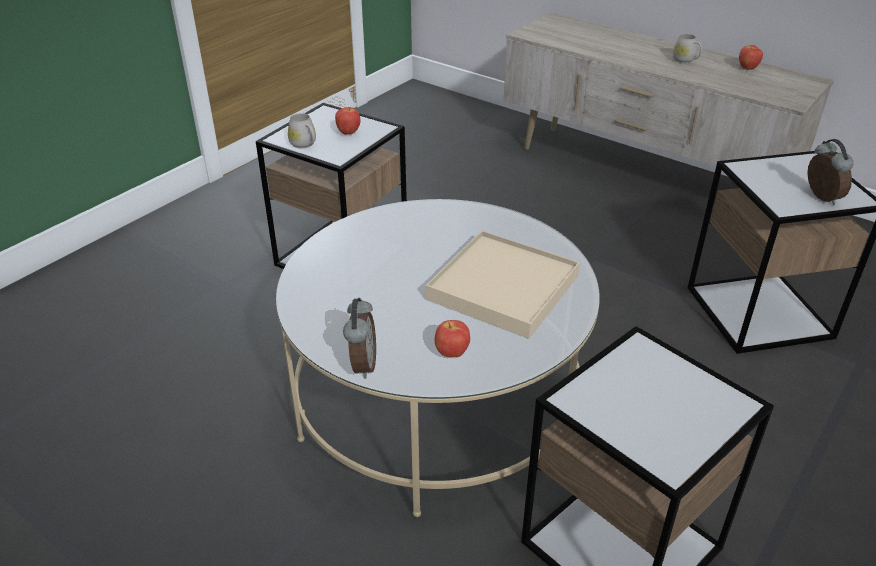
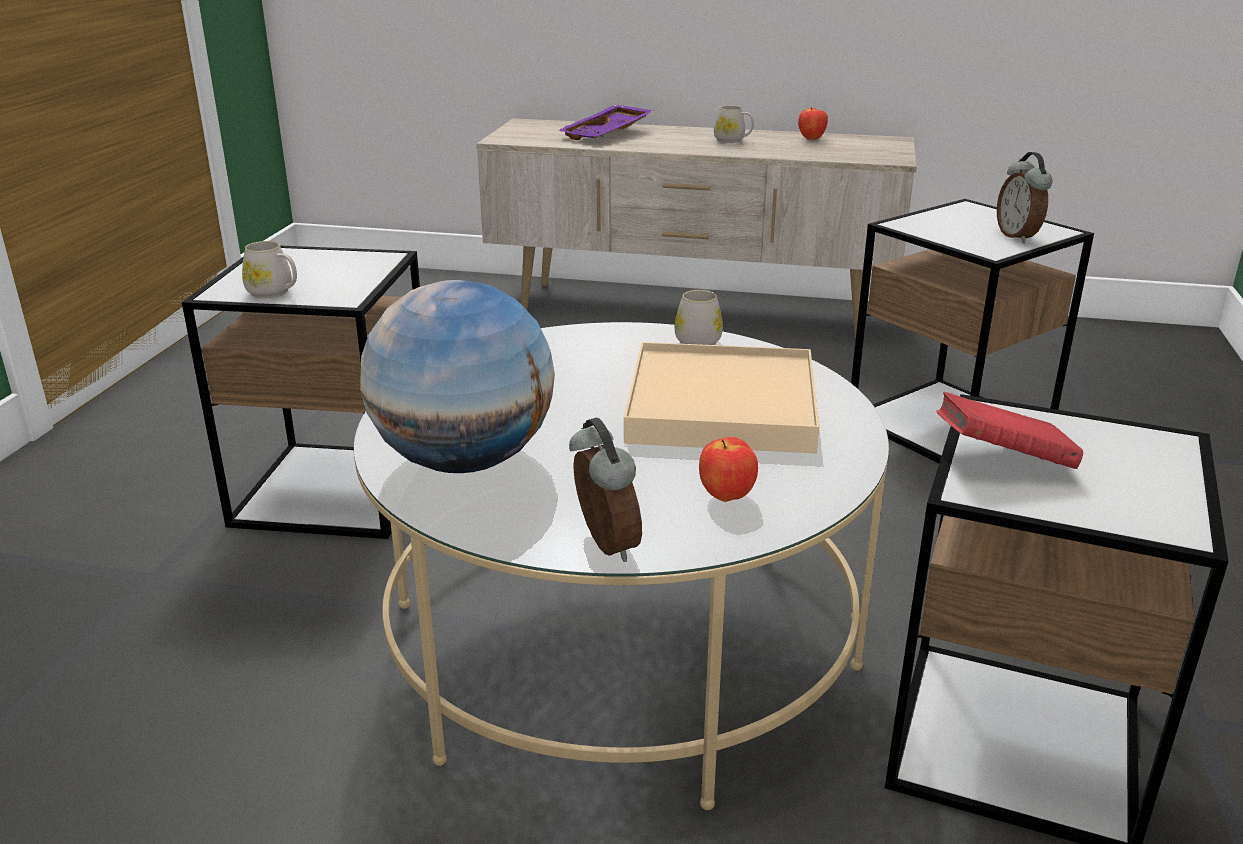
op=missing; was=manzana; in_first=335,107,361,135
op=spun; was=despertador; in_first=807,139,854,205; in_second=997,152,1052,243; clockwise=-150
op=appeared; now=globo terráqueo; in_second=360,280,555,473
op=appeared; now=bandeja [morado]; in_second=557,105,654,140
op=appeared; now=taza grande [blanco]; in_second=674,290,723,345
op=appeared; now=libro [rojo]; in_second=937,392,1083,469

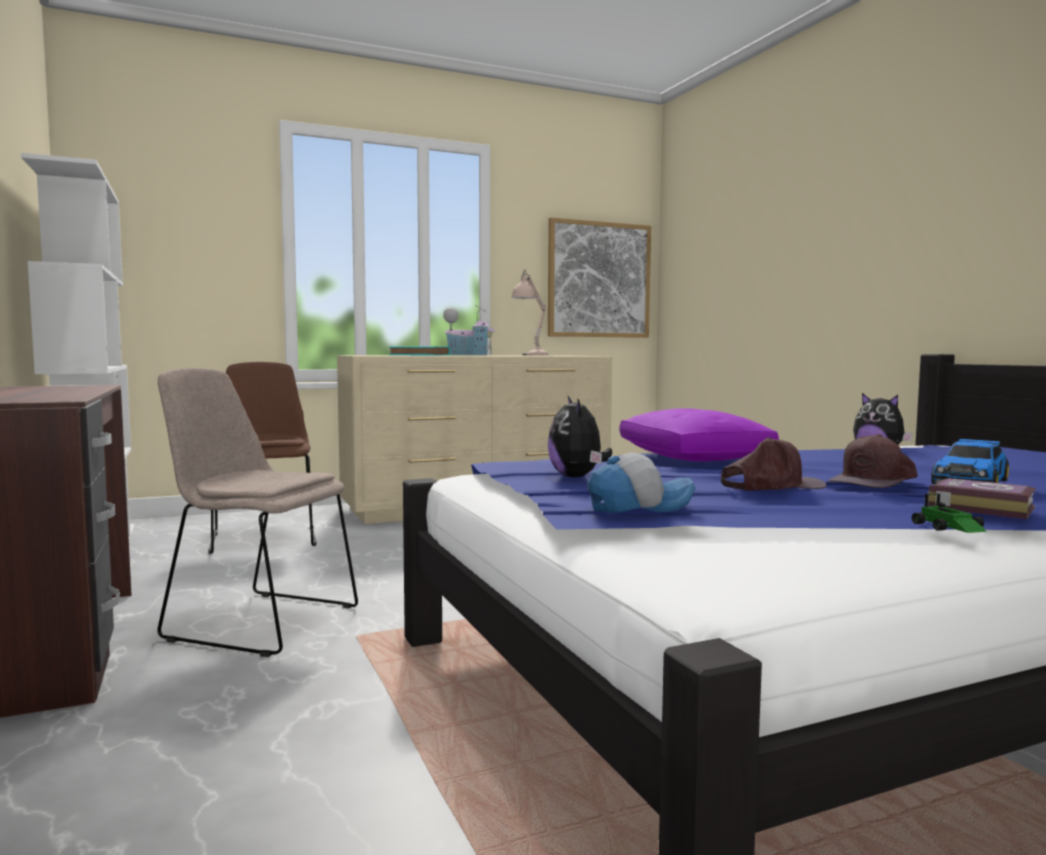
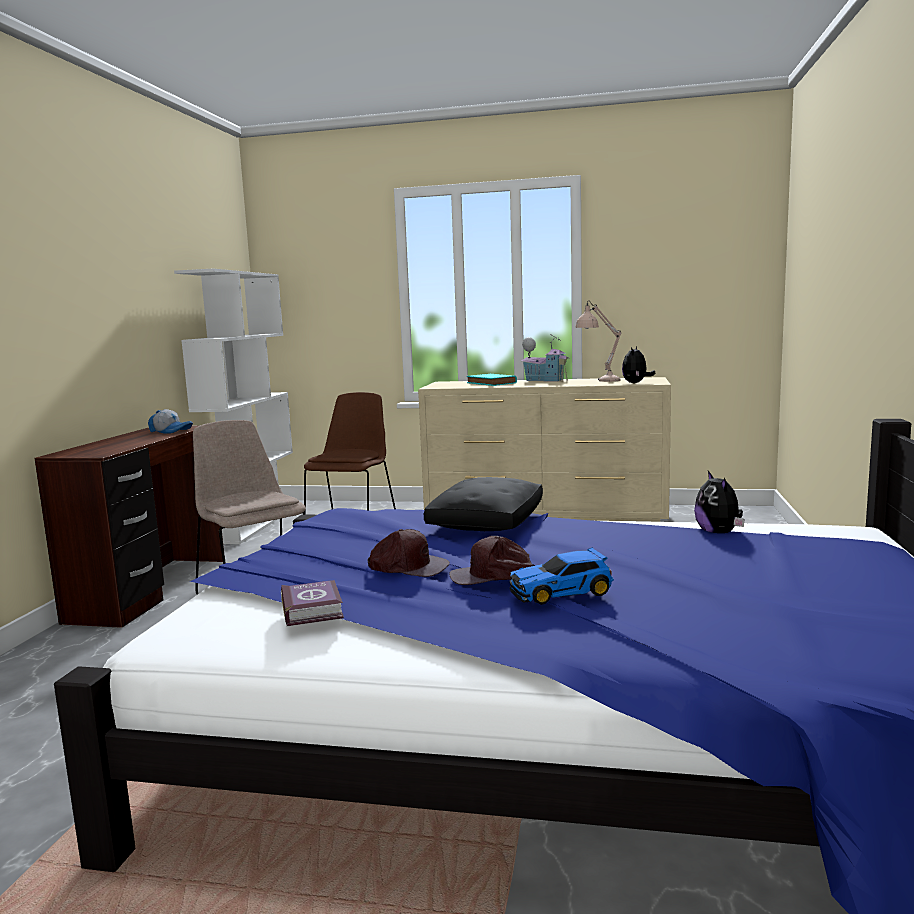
op=missing; was=cuadro; in_first=548,217,651,338
op=relocated; was=peluche; in_first=548,396,612,478; in_second=622,347,656,383
op=relocated; was=gorra; in_first=587,452,696,513; in_second=148,409,193,434
op=colour; was=cojín [morado]; now=cojín [negro]; in_first=620,408,779,462; in_second=424,477,543,531
op=missing; was=coche de juguete; in_first=912,493,987,533
op=relocated; was=libro; in_first=928,478,1036,519; in_second=281,580,344,626

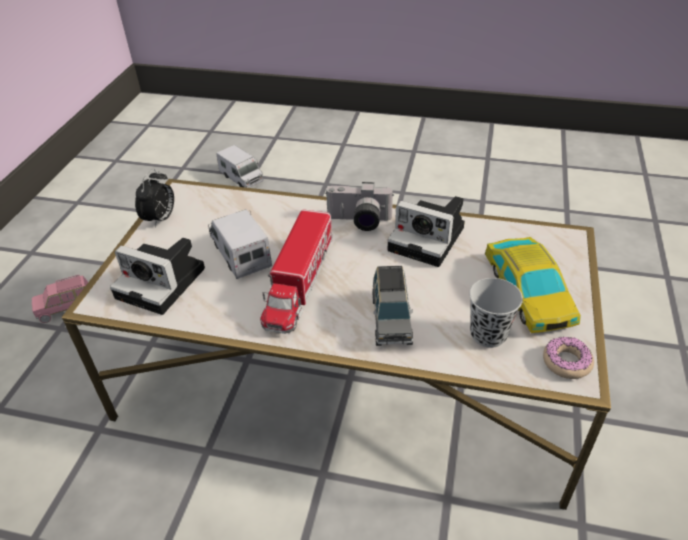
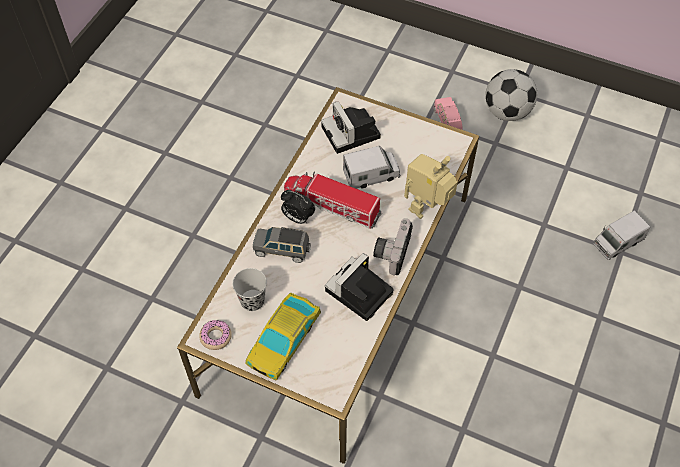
op=spun; was=cámara; in_first=110,238,205,315; in_second=321,101,381,154; clockwise=-60
op=relocated; was=despertador; in_first=135,169,174,228; in_second=281,190,315,224
op=spun; was=coche de juguete; in_first=484,237,581,333; in_second=246,293,321,381; clockwise=-60
op=appeared; now=robot de juguete; in_second=404,154,458,219
op=appeared; now=balón de fútbol; in_second=485,69,537,121

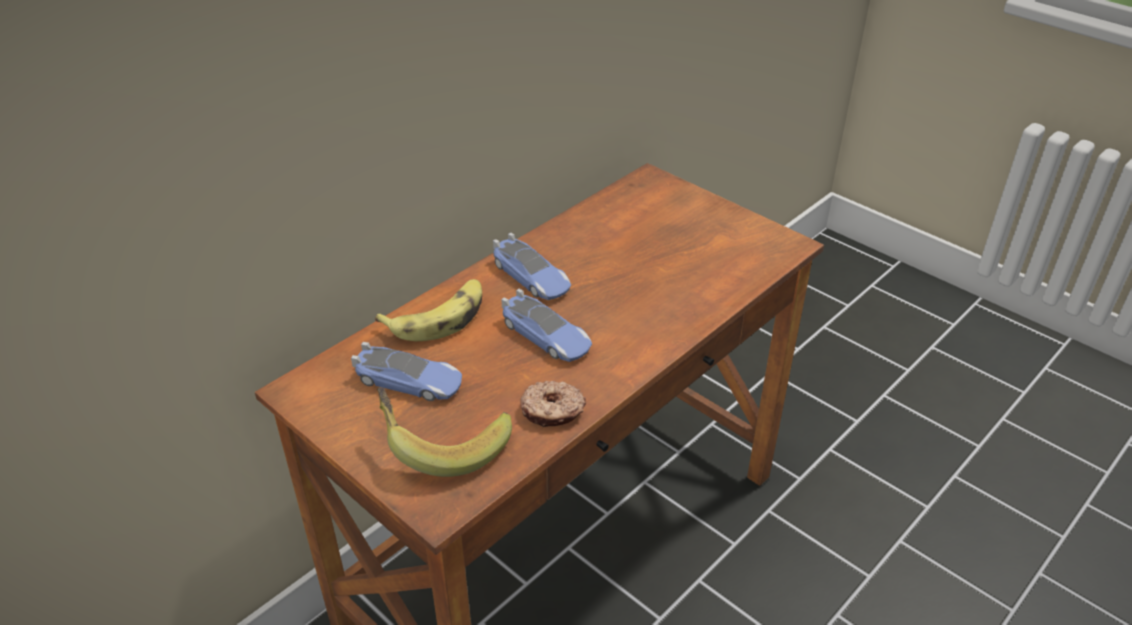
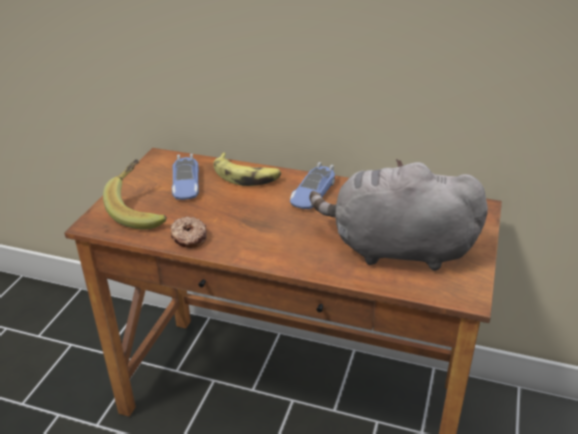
op=missing; was=coche de juguete; in_first=501,289,592,362
op=appeared; now=peluche [gris]; in_second=309,159,488,271

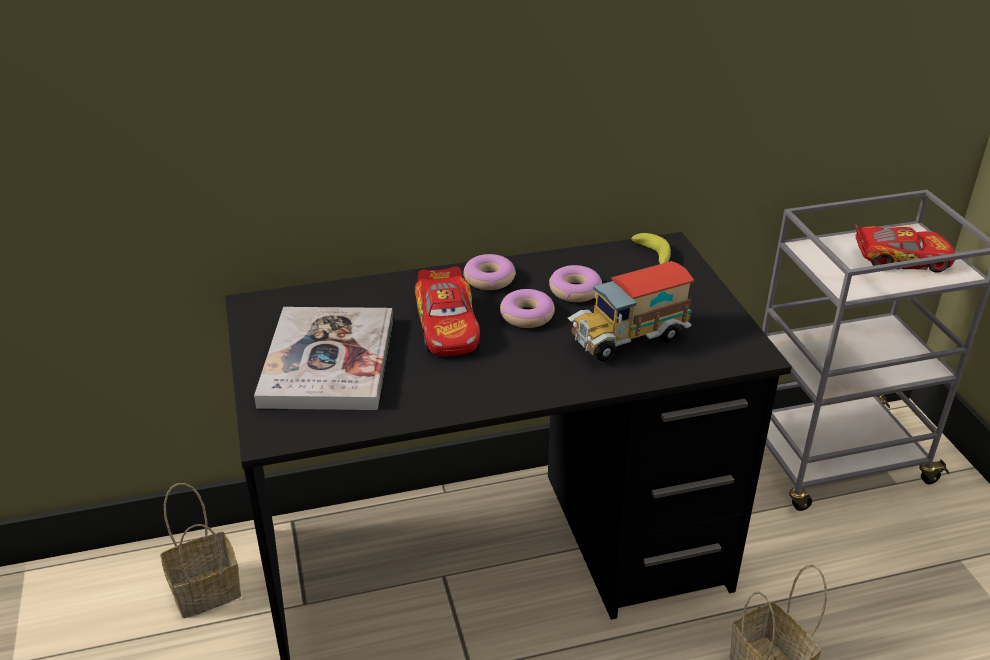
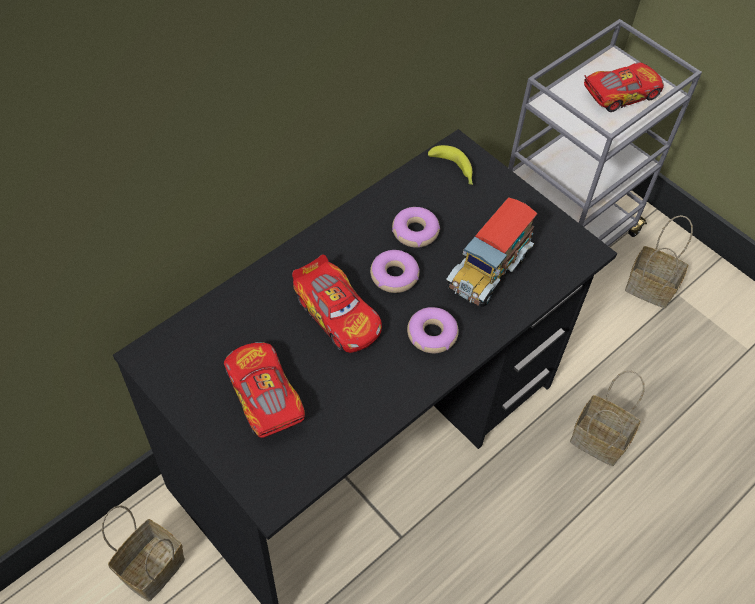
op=exchanged; was=libro; now=coche de juguete; in_first=254,307,393,410; in_second=224,342,305,438
op=relocated; was=rosquilla; in_first=463,254,516,290; in_second=407,307,459,353
op=appeared; now=cesta; in_second=625,215,693,308

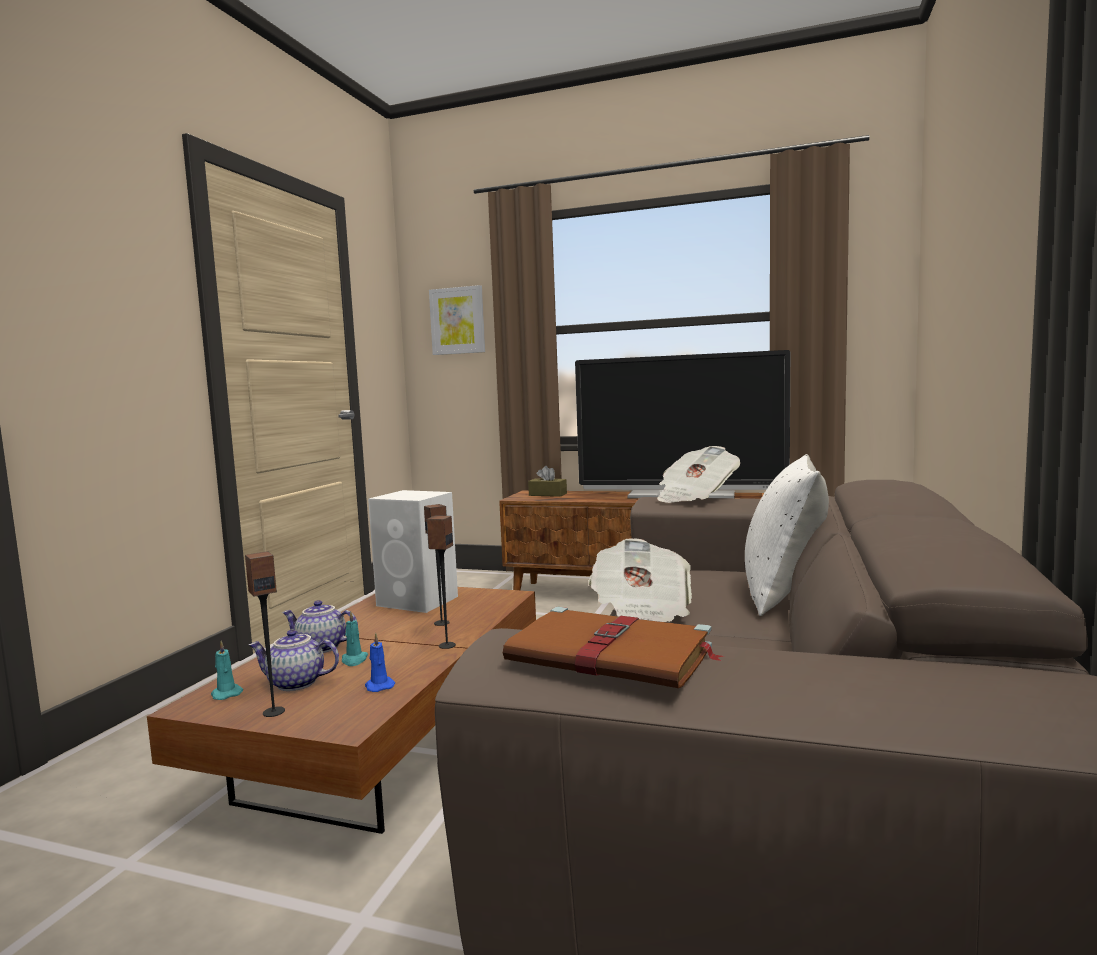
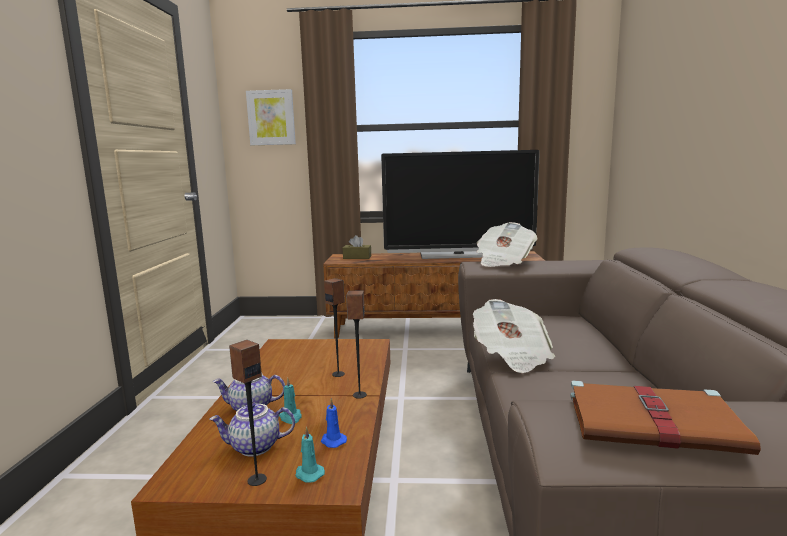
op=relocated; was=vela [turquesa]; in_first=211,641,243,700; in_second=295,427,325,483
op=missing; was=altavoz [blanco]; in_first=368,490,458,613
op=missing; was=cojín [blanco]; in_first=745,454,829,616

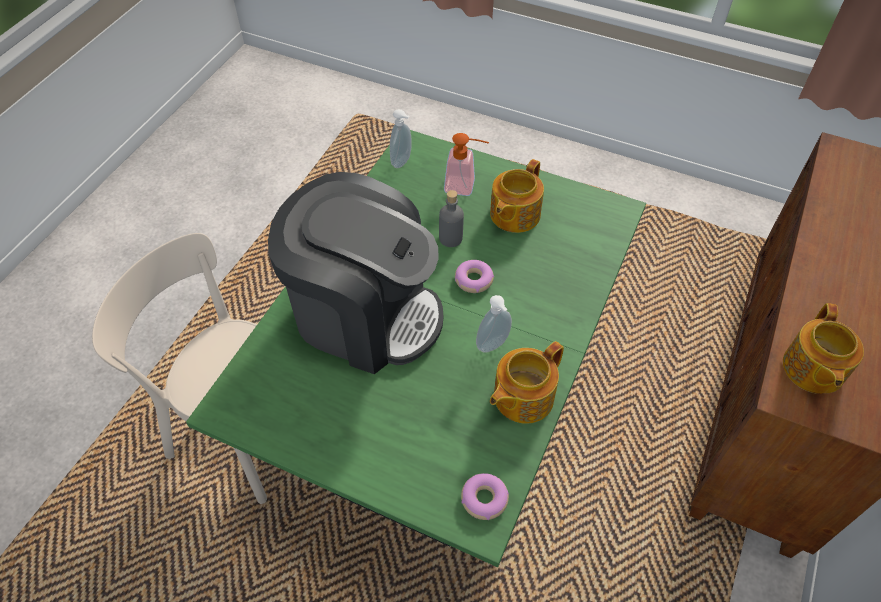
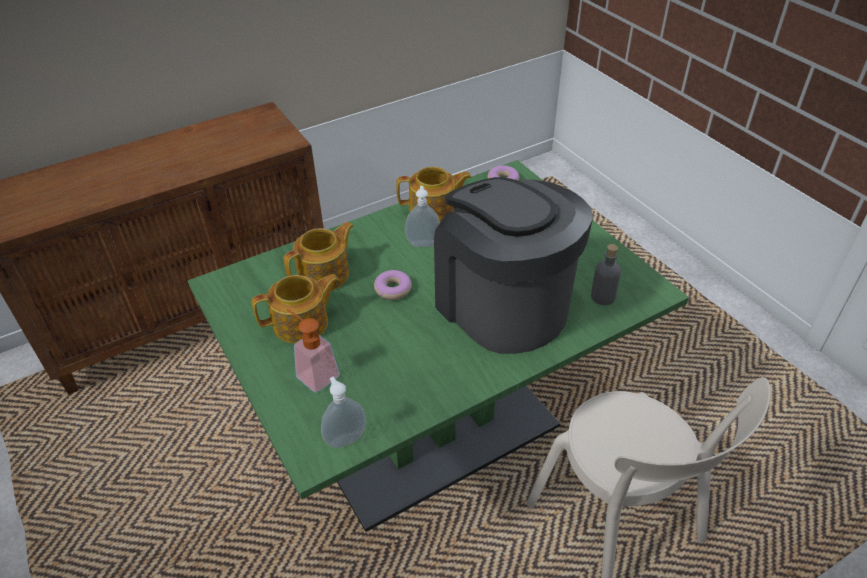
op=relocated; was=botella [gris]; in_first=439,190,464,247; in_second=591,244,621,305
op=relocated; was=tetera; in_first=783,303,864,394; in_second=284,222,354,291

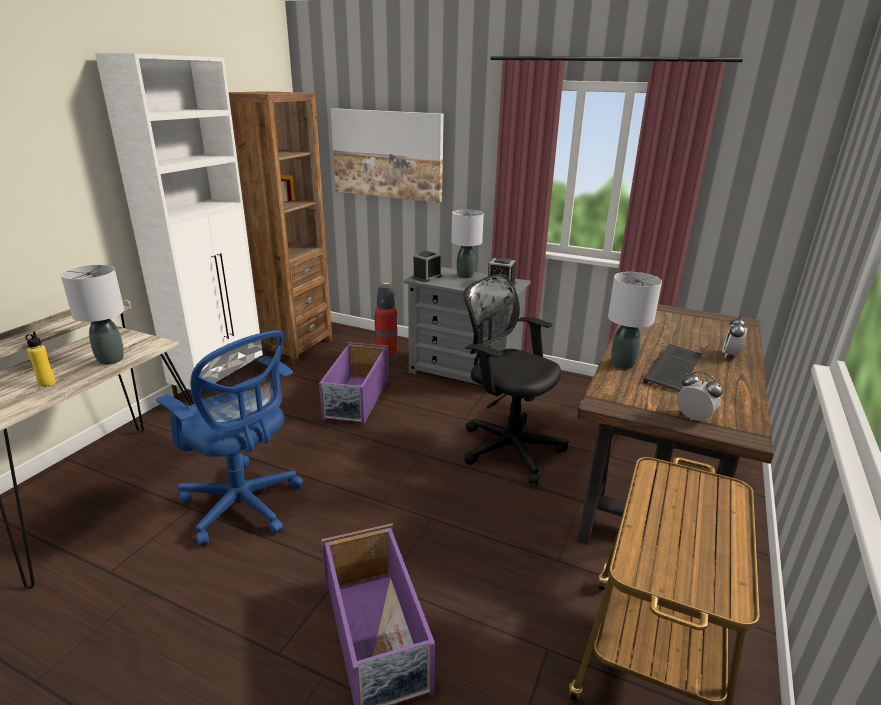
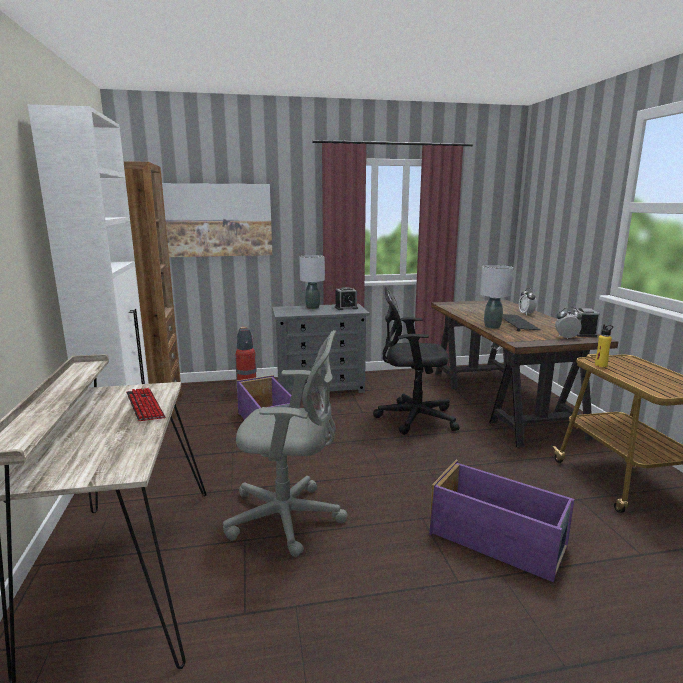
op=relocated; was=botella [amarillo]; in_first=25,331,56,387; in_second=595,324,613,367
op=exchanged; was=lámpara de mesa [gris]; now=teclado; in_first=61,265,124,365; in_second=126,388,165,421
op=colour; was=silla de oficina [azul]; now=silla de oficina [gris]; in_first=156,330,303,546; in_second=223,330,348,557
op=relocated; was=despertador; in_first=412,251,442,282; in_second=572,308,600,337

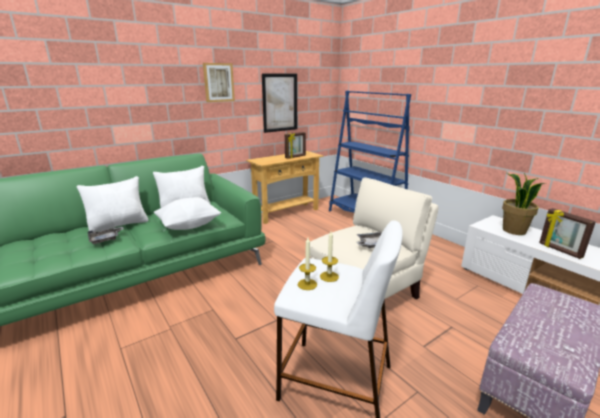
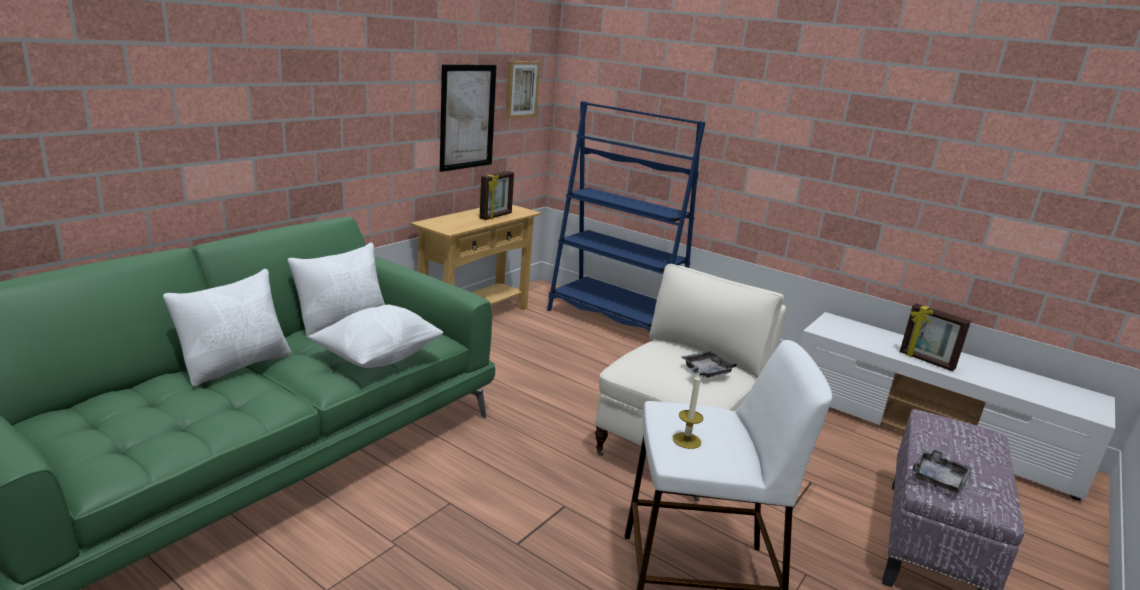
op=relocated; was=bandeja [gris]; in_first=88,227,124,244; in_second=913,447,973,492
op=relocated; was=cuadro; in_first=203,63,235,102; in_second=505,61,540,119
op=missing; was=vela; in_first=320,232,339,282
op=missing; was=planta en maceta; in_first=502,173,546,235

